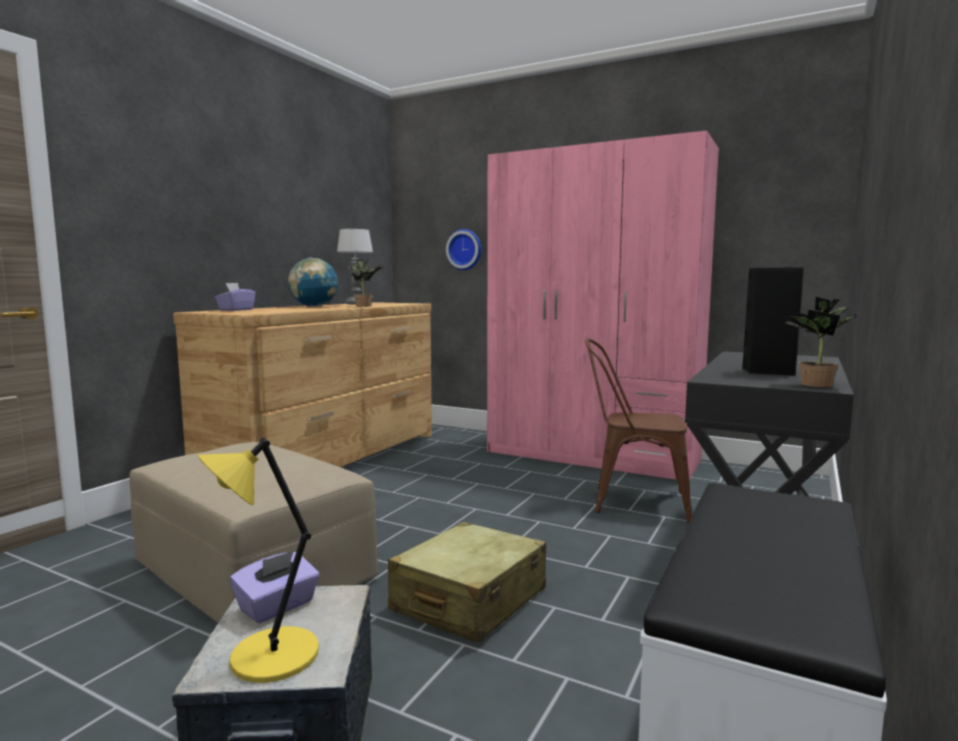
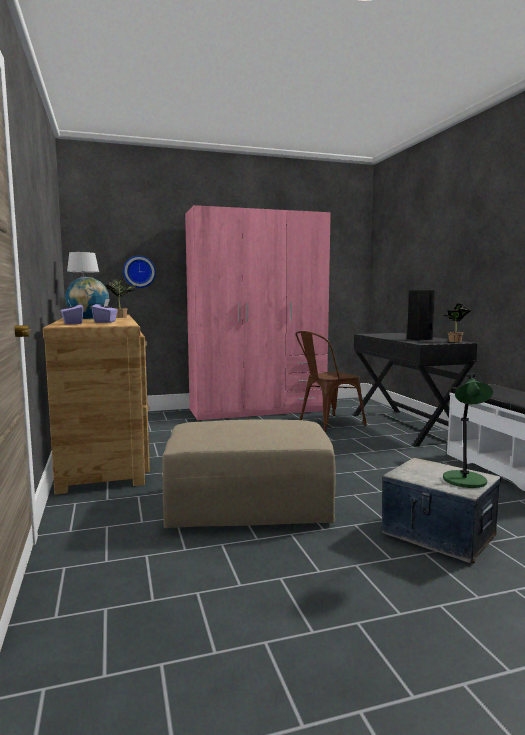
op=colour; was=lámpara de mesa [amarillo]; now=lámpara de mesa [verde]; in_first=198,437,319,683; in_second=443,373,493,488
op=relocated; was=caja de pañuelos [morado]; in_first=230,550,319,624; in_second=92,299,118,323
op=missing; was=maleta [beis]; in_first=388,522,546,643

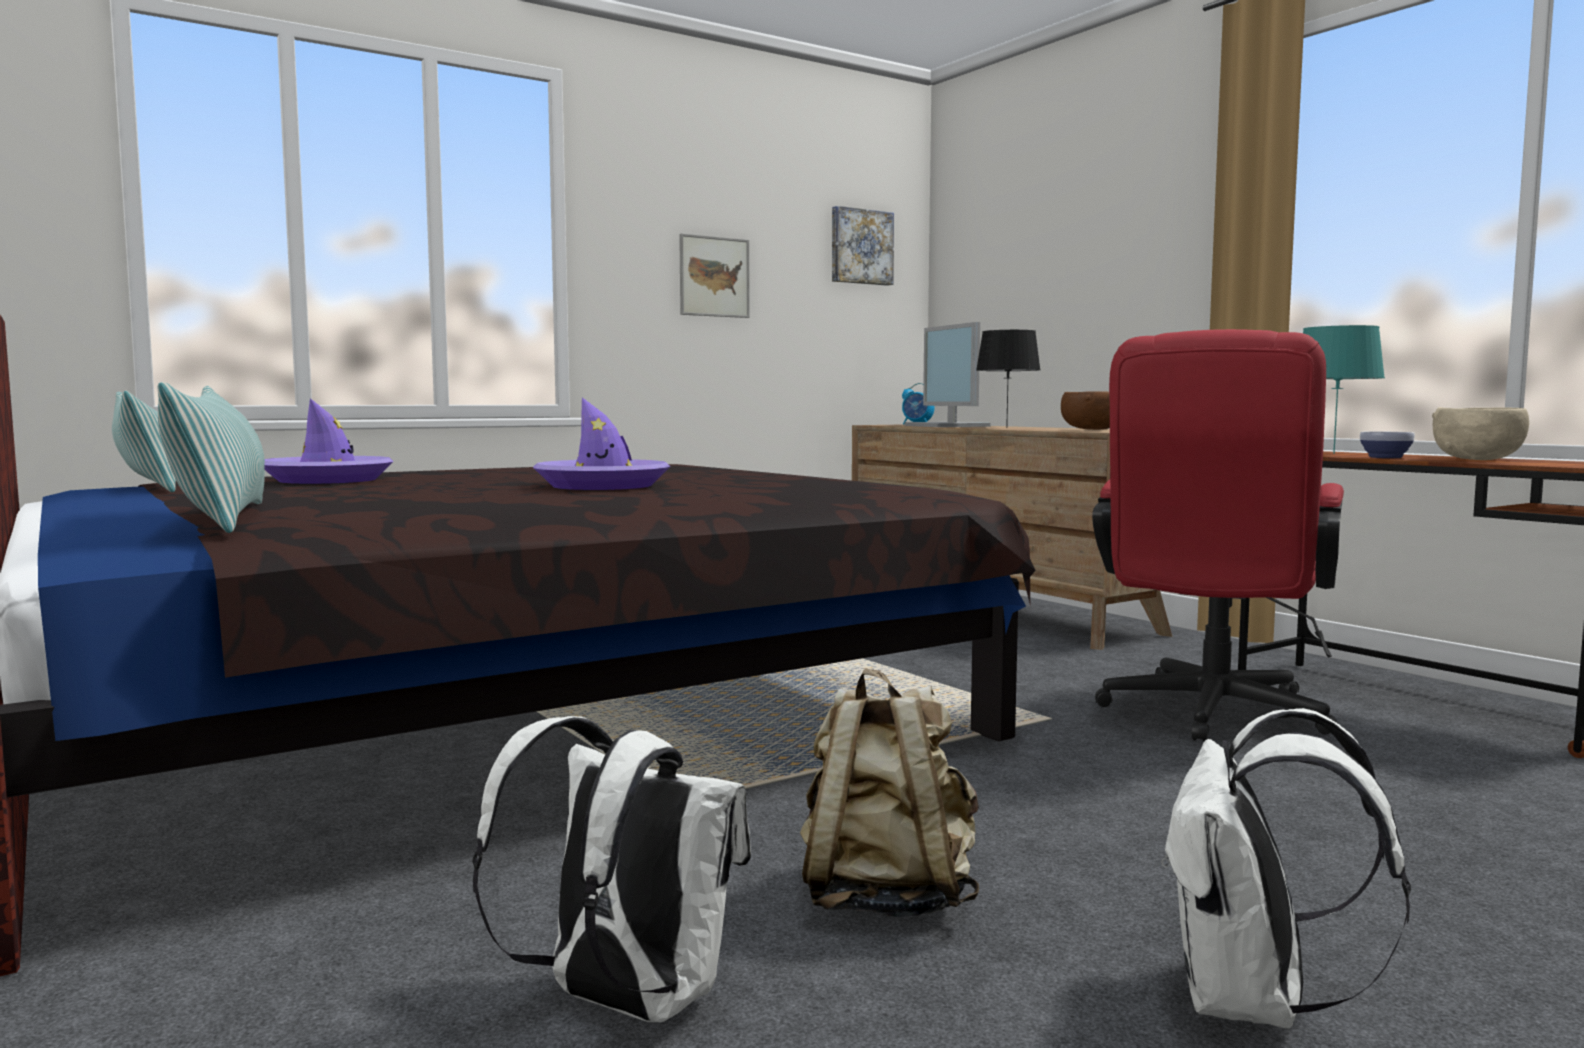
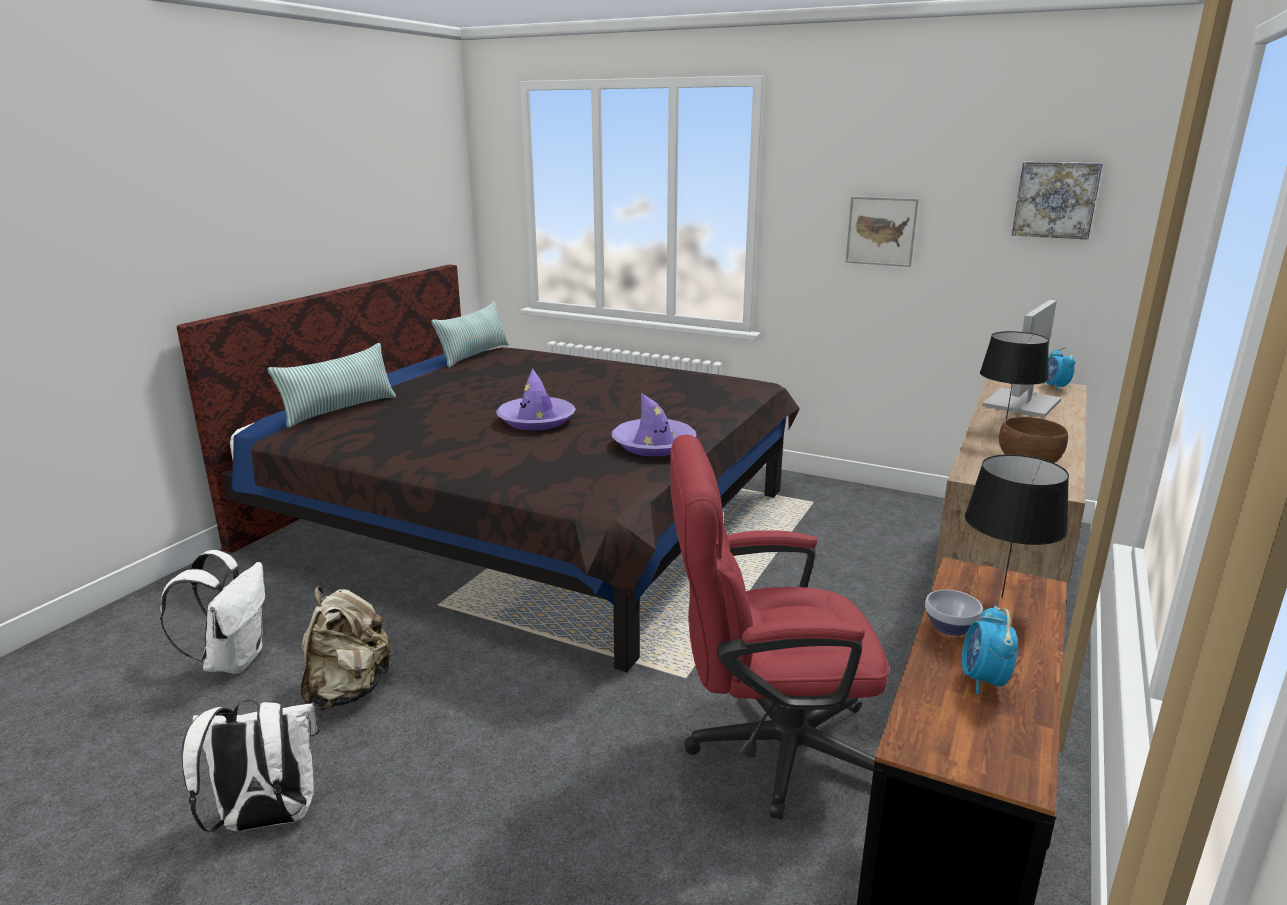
op=relocated; was=sombrero [morado]; in_first=264,398,393,484; in_second=611,393,697,456
op=colour; was=lámpara de mesa [turquesa]; now=lámpara de mesa [negro]; in_first=1303,325,1385,454; in_second=965,454,1069,598
op=exchanged; was=cuenco [beis]; now=despertador; in_first=1432,407,1529,460; in_second=962,605,1018,694

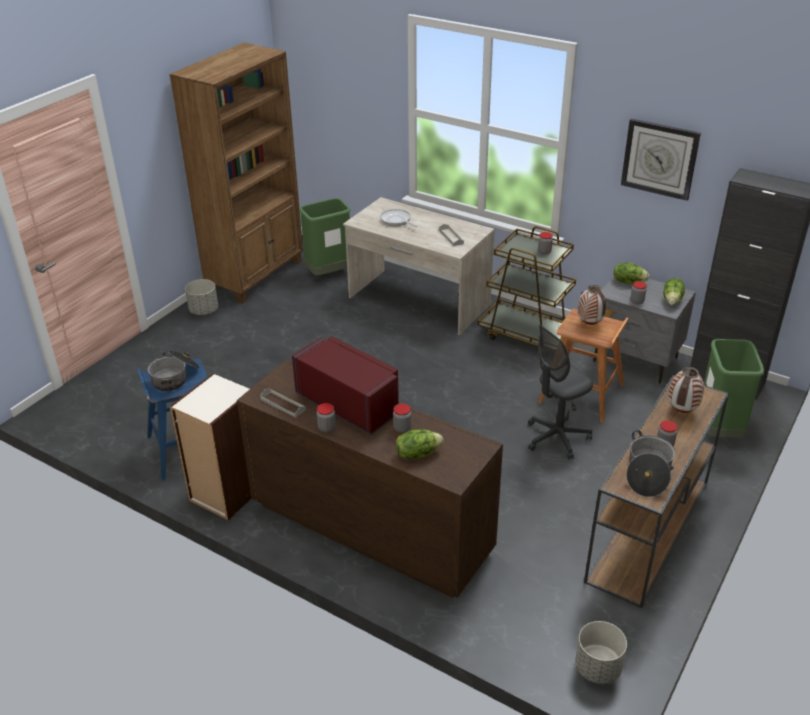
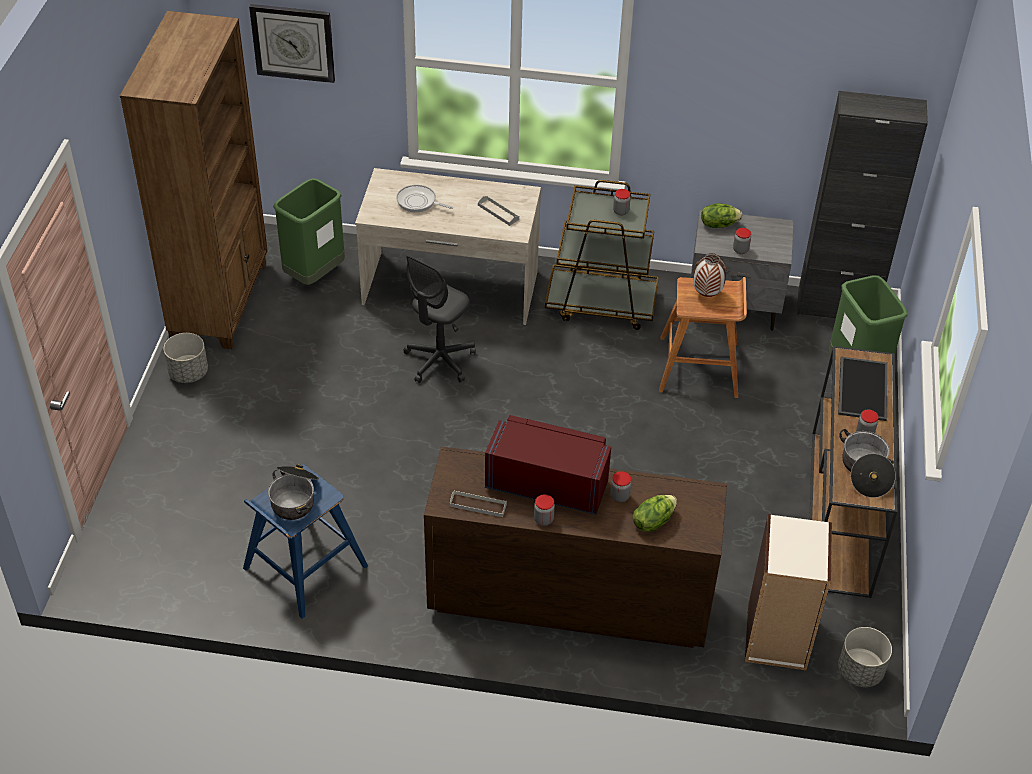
op=relocated; was=estantería; in_first=170,373,251,520; in_second=745,514,832,671
op=relocated; was=silla de oficina [gris]; in_first=528,325,593,460; in_second=403,255,476,383
op=relocated; was=reloj de pared; in_first=621,119,701,201; in_second=249,4,335,83
op=missing; was=lechuga; in_first=663,278,685,305
op=exchanged; was=florero; now=bandeja; in_first=669,367,704,413; in_second=838,357,887,421

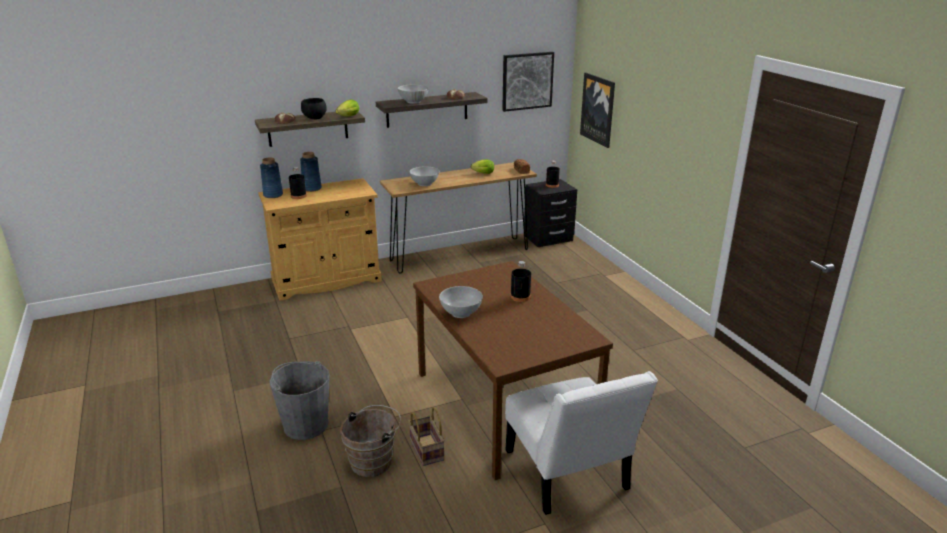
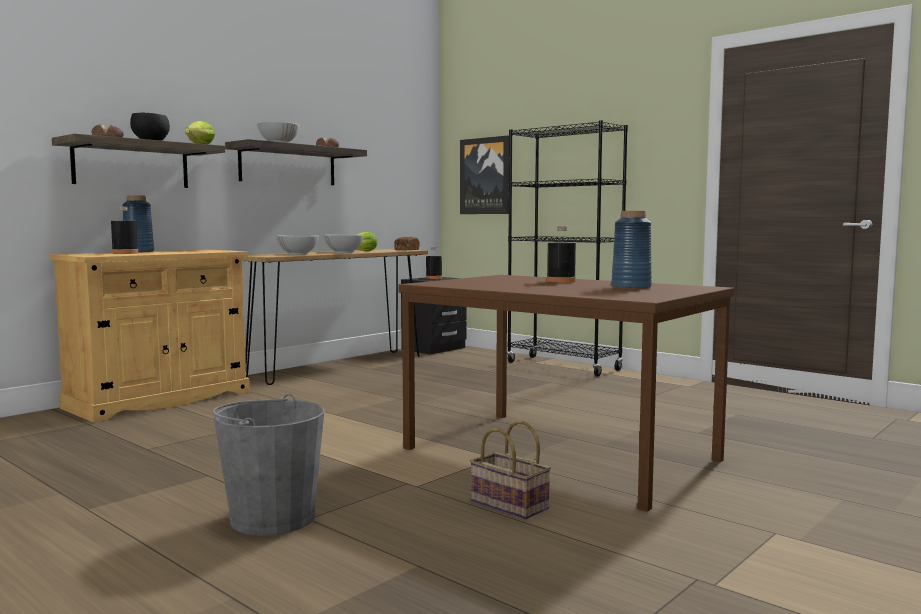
op=relocated; was=florero [azul]; in_first=260,157,283,198; in_second=611,211,652,289
op=missing; was=cubo [marrón]; in_first=340,405,401,477
op=relocated; was=cuenco [blanco]; in_first=439,286,483,318; in_second=324,235,364,253
op=missing; was=cuadro; in_first=502,52,554,112
op=missing; was=silla [blanco]; in_first=505,371,658,515
op=appeared; now=estantería [negro]; in_second=507,120,628,376

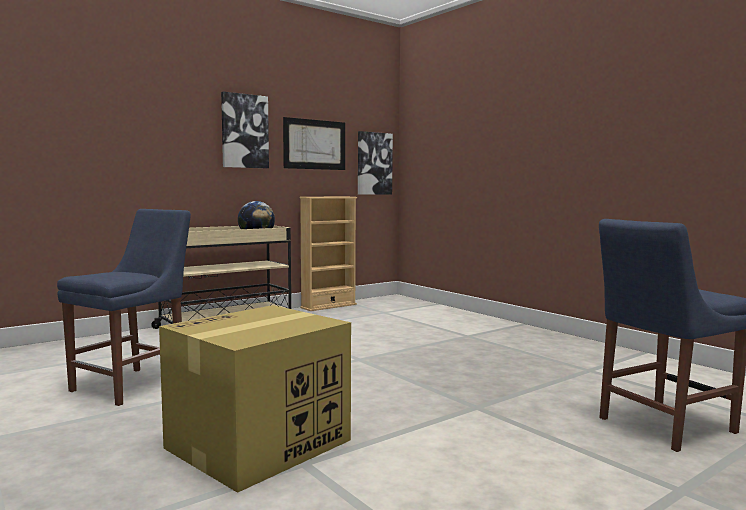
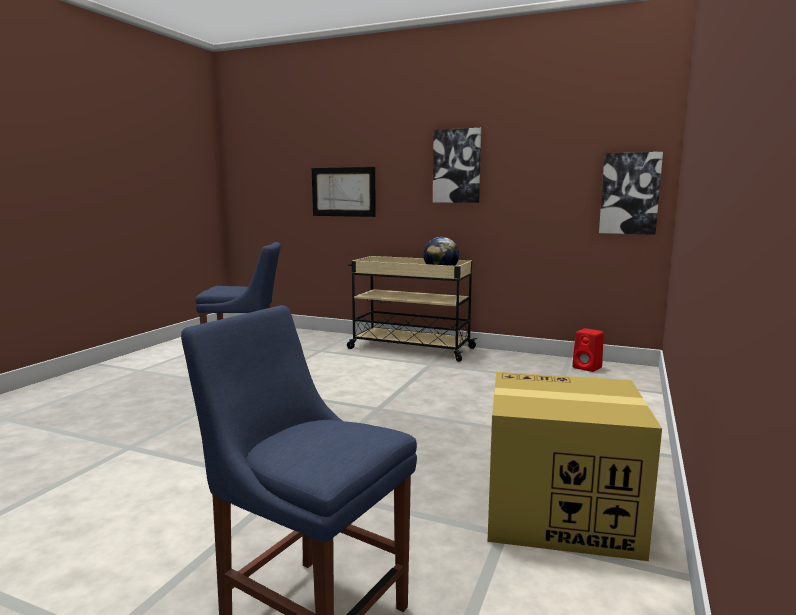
op=relocated; was=caja de cartón; in_first=159,305,351,493; in_second=488,372,662,561
op=relocated; was=cuadro; in_first=283,117,345,170; in_second=312,167,376,217
op=missing; was=estantería [beis]; in_first=300,197,357,311
op=appeared; now=altavoz [rojo]; in_second=572,328,604,372

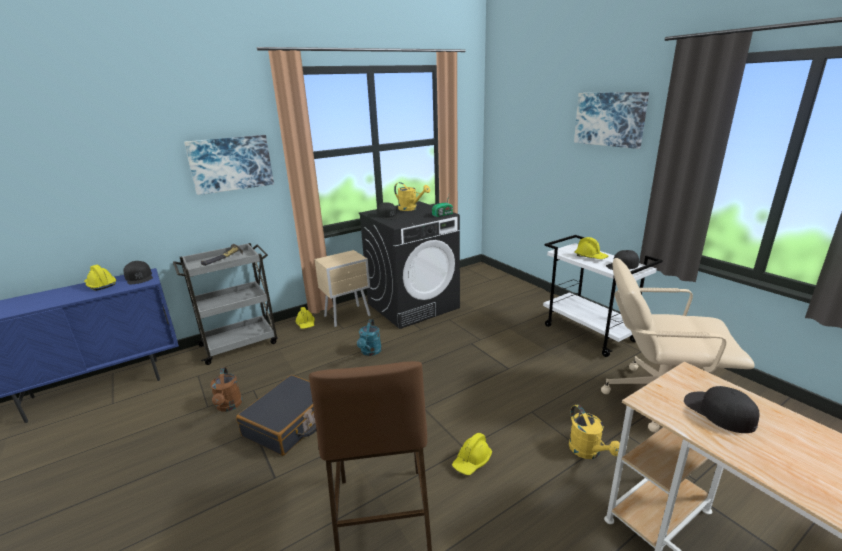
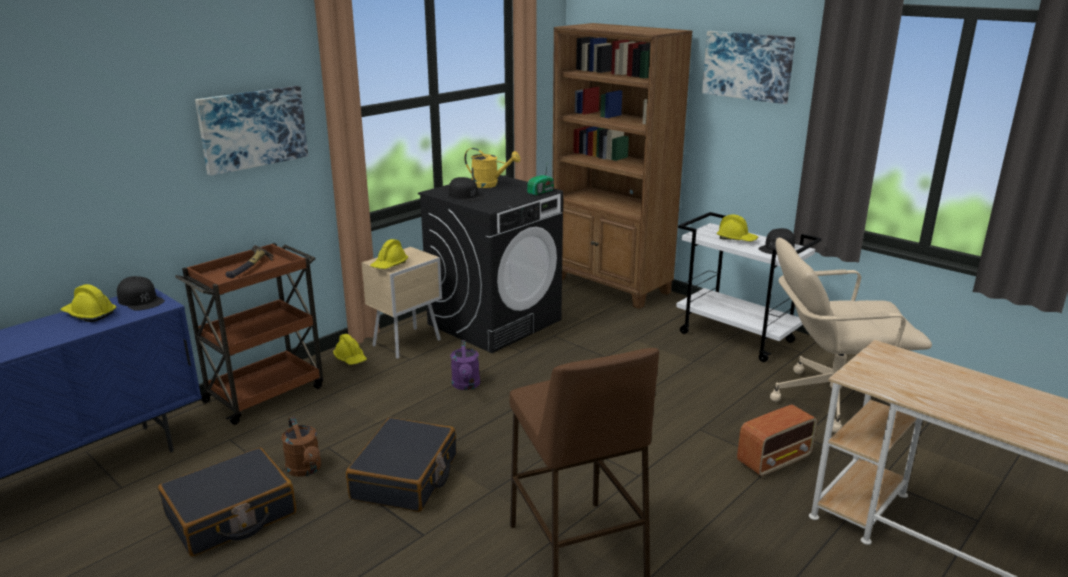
op=colour; was=carrito [gris]; now=carrito [marrón]; in_first=173,243,277,365; in_second=175,243,323,425
op=colour; was=regadera [turquesa]; now=regadera [morado]; in_first=357,319,382,356; in_second=450,340,480,390
op=relocated; was=casco [amarillo]; in_first=452,433,492,475; in_second=370,239,408,269
op=exchanged; was=regadera [amarillo]; now=radio; in_first=569,404,620,459; in_second=737,404,817,477
op=missing; was=gorra [negro]; in_first=684,386,760,433
op=appeared; now=maleta [negro]; in_second=158,448,296,556
op=appeared; now=estantería [marrón]; in_second=552,23,693,309

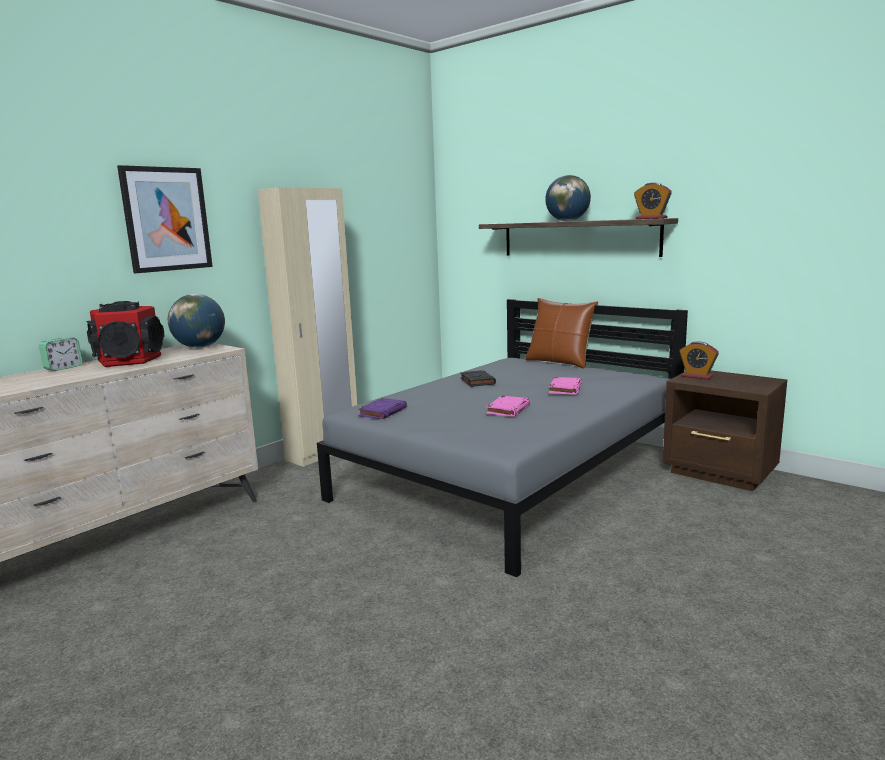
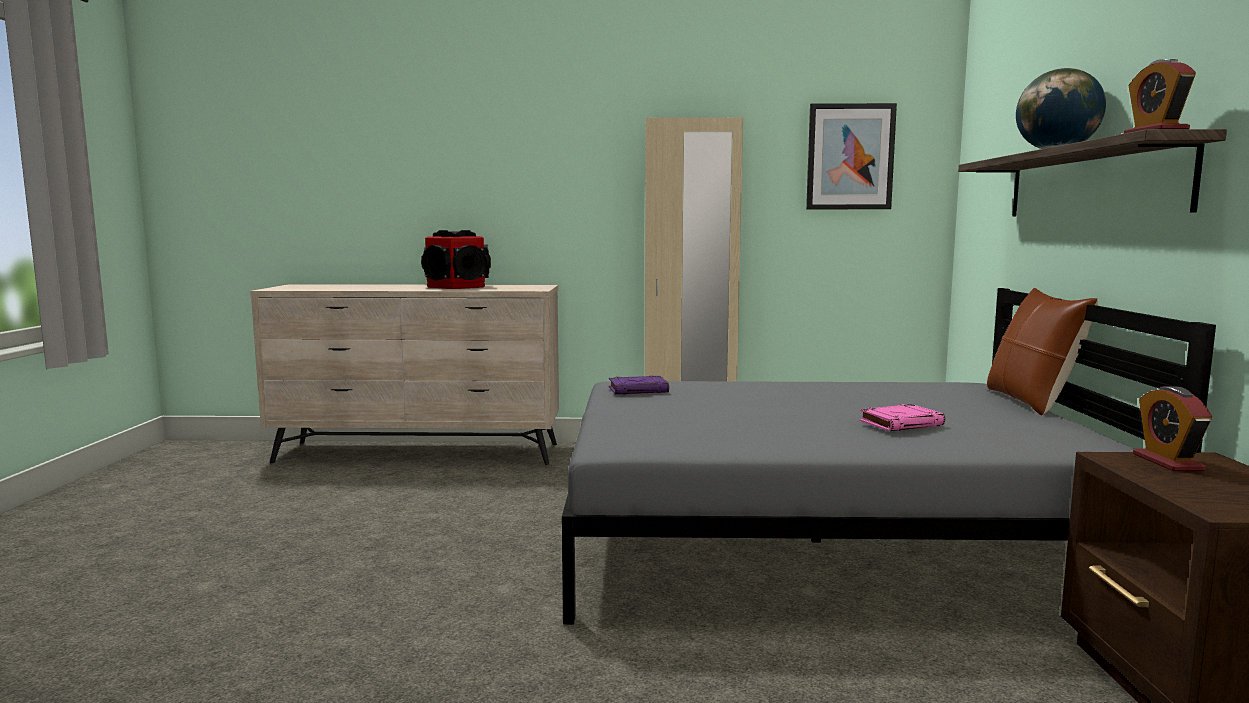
op=missing; was=despertador; in_first=39,337,82,371
op=relocated; was=cuadro; in_first=117,165,213,273; in_second=806,103,897,209
op=missing; was=globo terráqueo; in_first=168,294,225,348
op=missing; was=libro [negro]; in_first=460,370,496,387
op=missing; was=libro [rosa]; in_first=486,396,530,417

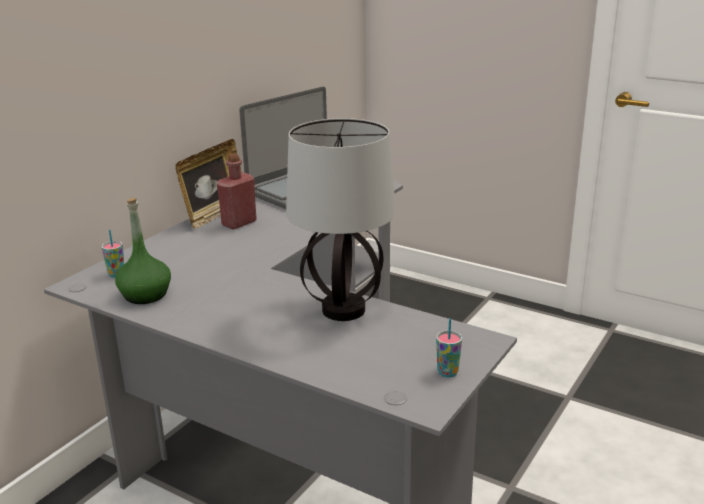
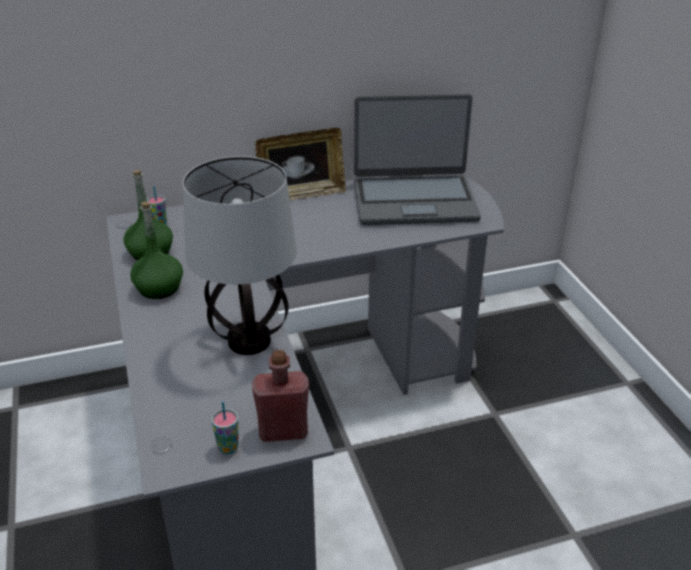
op=relocated; was=botella [rojo]; in_first=217,154,257,229; in_second=252,350,309,442
op=appeared; now=botella [verde]; in_second=130,202,183,299

